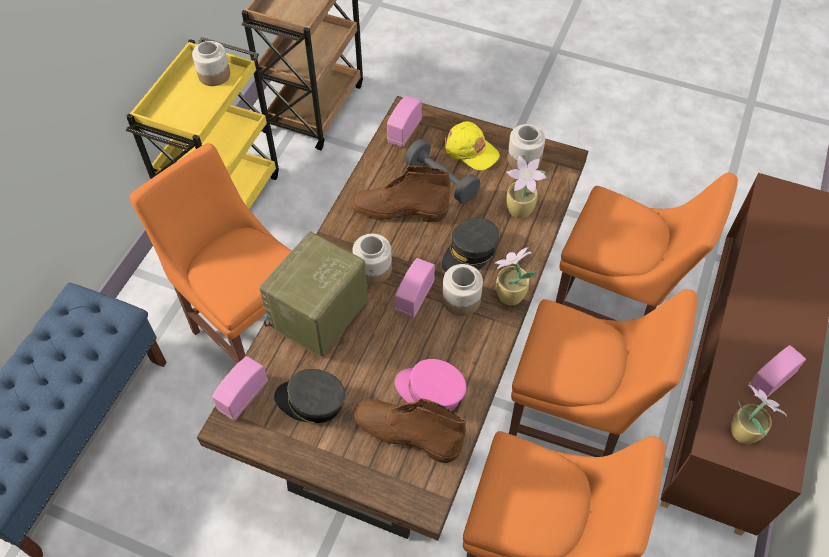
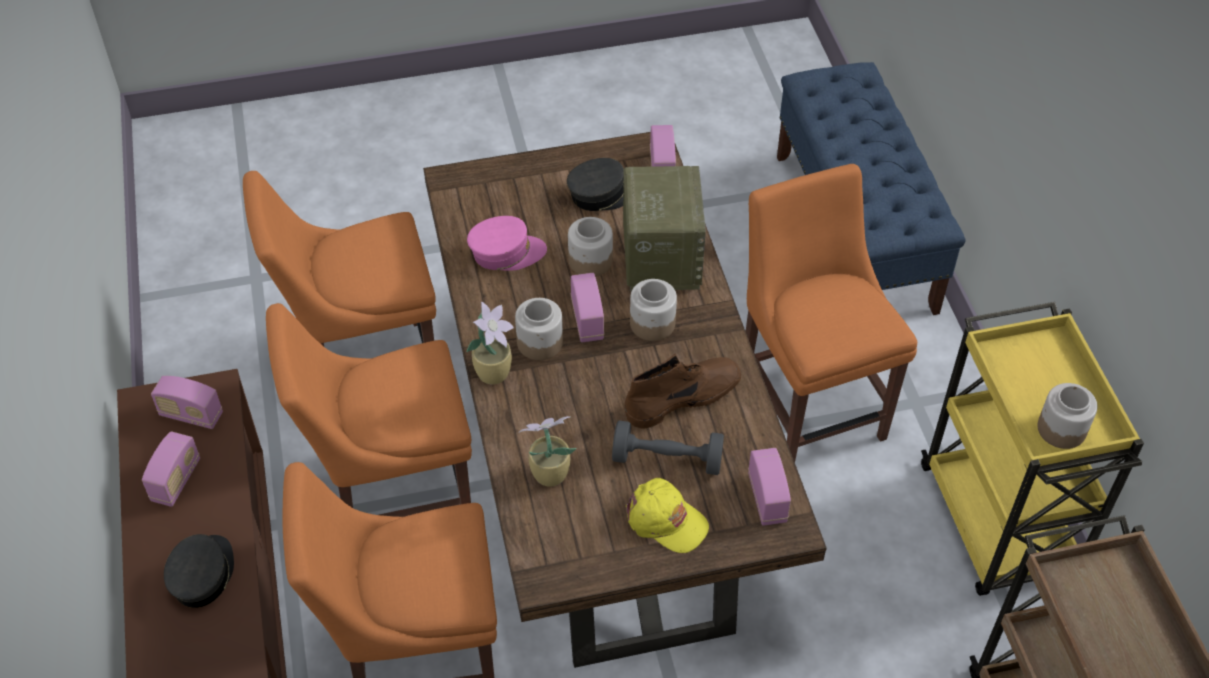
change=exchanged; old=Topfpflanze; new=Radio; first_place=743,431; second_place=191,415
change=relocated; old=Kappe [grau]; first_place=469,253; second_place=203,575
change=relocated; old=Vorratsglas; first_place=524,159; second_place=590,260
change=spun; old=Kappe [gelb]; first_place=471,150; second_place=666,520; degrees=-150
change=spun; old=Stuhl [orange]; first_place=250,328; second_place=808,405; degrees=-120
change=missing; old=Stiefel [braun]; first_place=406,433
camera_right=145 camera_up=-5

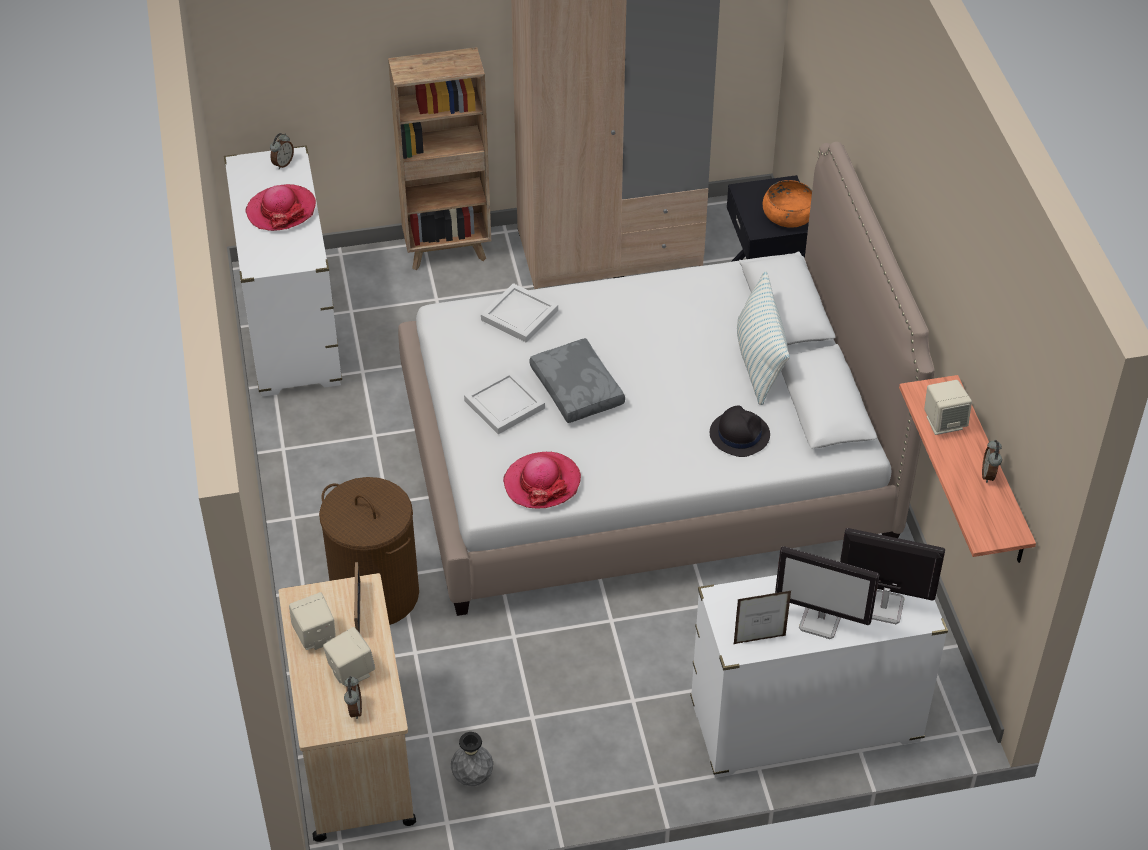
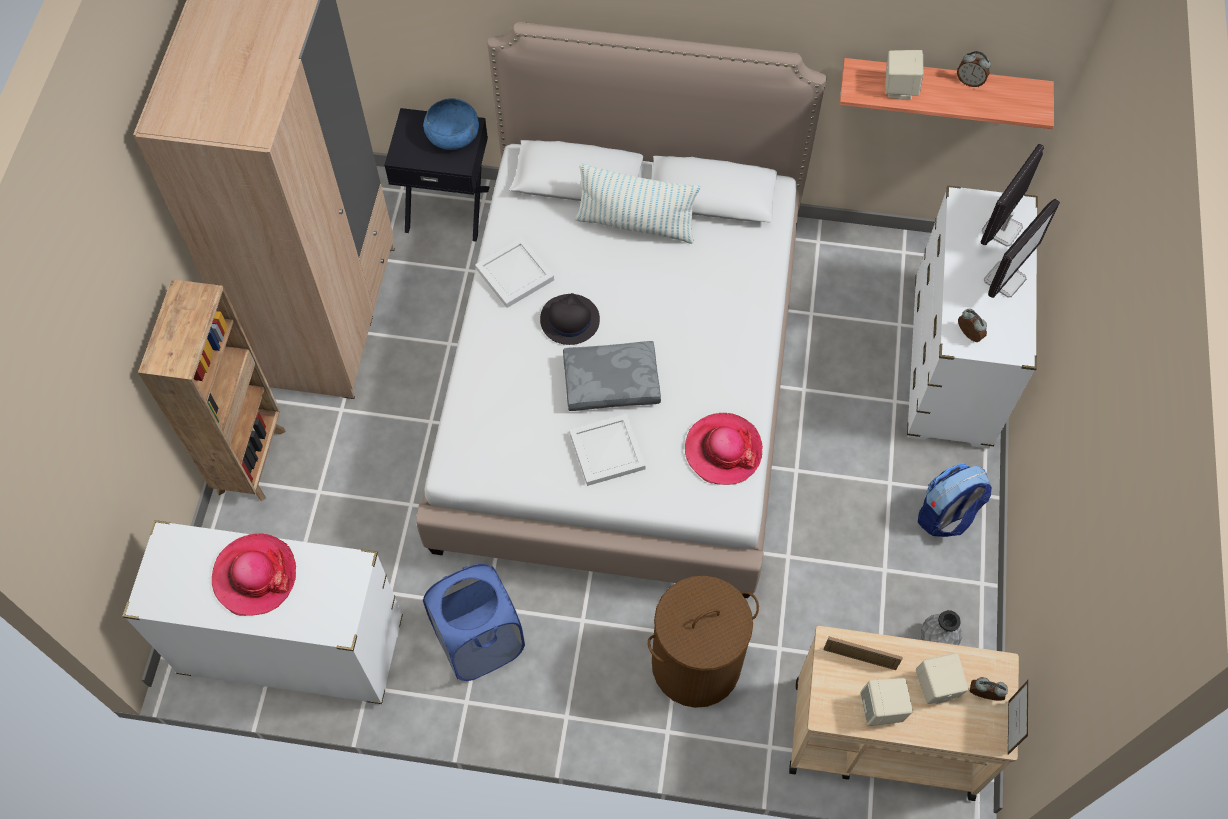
change=colour; old=Schüssel [orange]; new=Schüssel [blau]; first_place=788,215; second_place=452,134
change=appeared; new=Wäschekorb [blau]; second_place=479,642
change=relocated; old=Tablett [weiß]; first_place=519,314; second_place=513,274
change=relocated; old=Hut [schwarz]; first_place=739,434; second_place=569,320
change=appeared; new=Rucksack; second_place=946,515
change=relocated; old=Wecker; first_place=282,163; second_place=967,335
change=relocated; old=Bilderrahmen; first_place=759,640; second_place=1008,728
camera_right=-70 camera_up=15

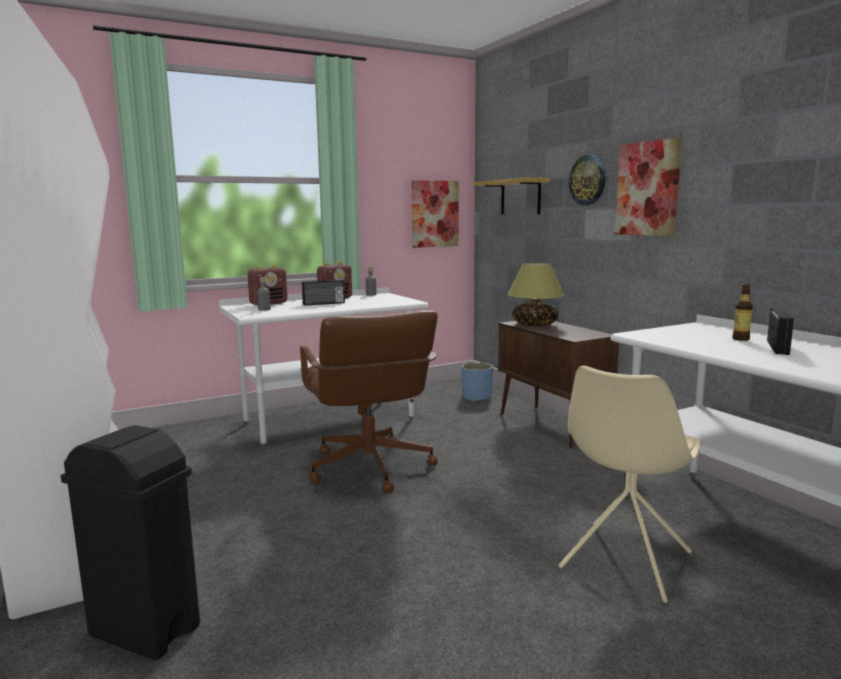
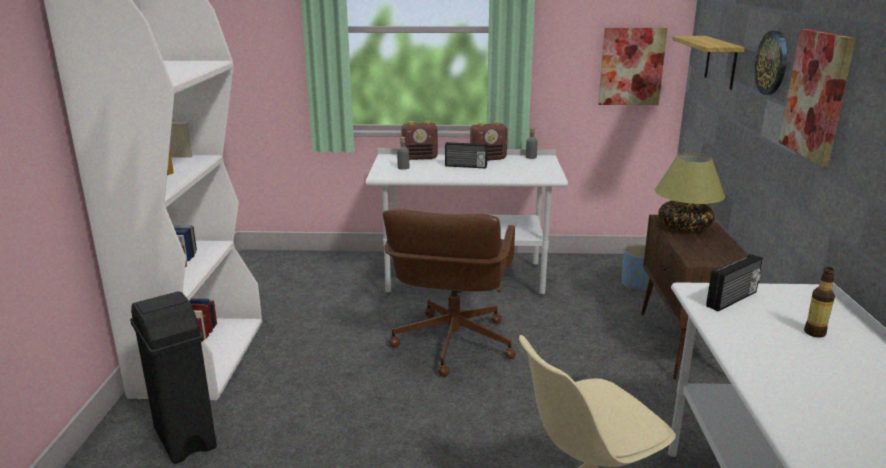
change=relocated; old=Radio; first_place=779,348; second_place=733,299
camera_right=30 camera_up=10

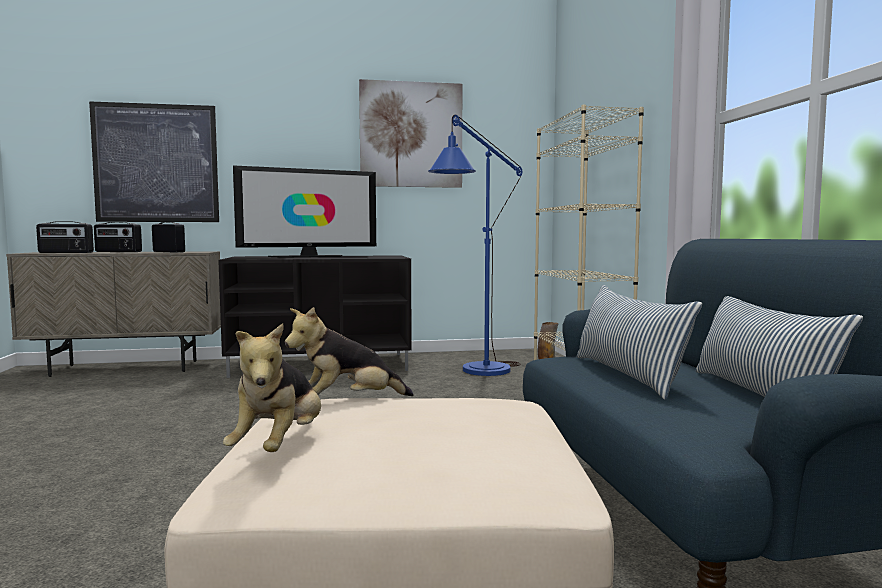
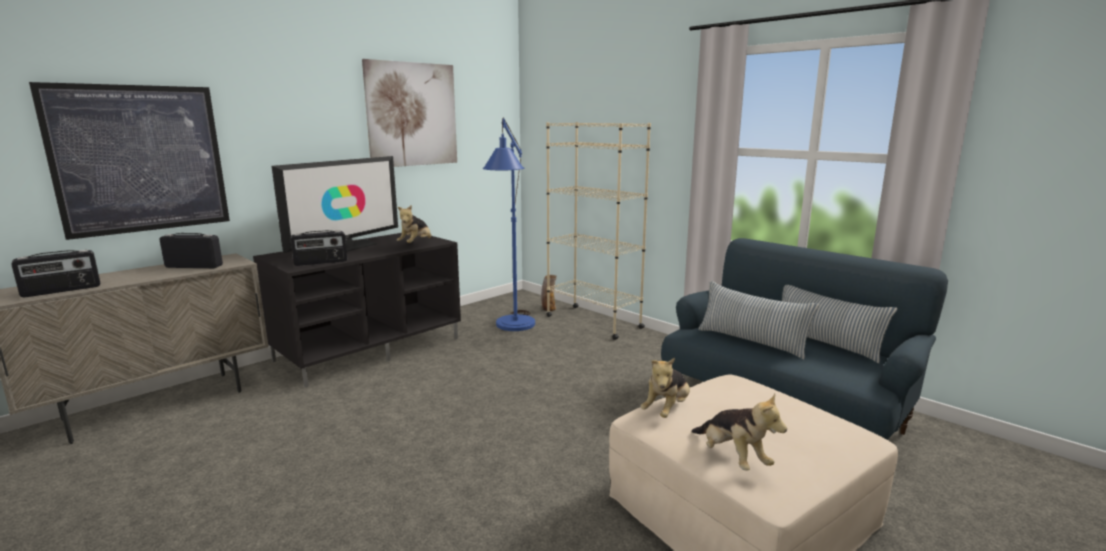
change=relocated; old=Radio; first_place=118,252; second_place=321,262
change=appeared; new=Plüschtier; second_place=416,244
camera_right=-35 camera_up=10

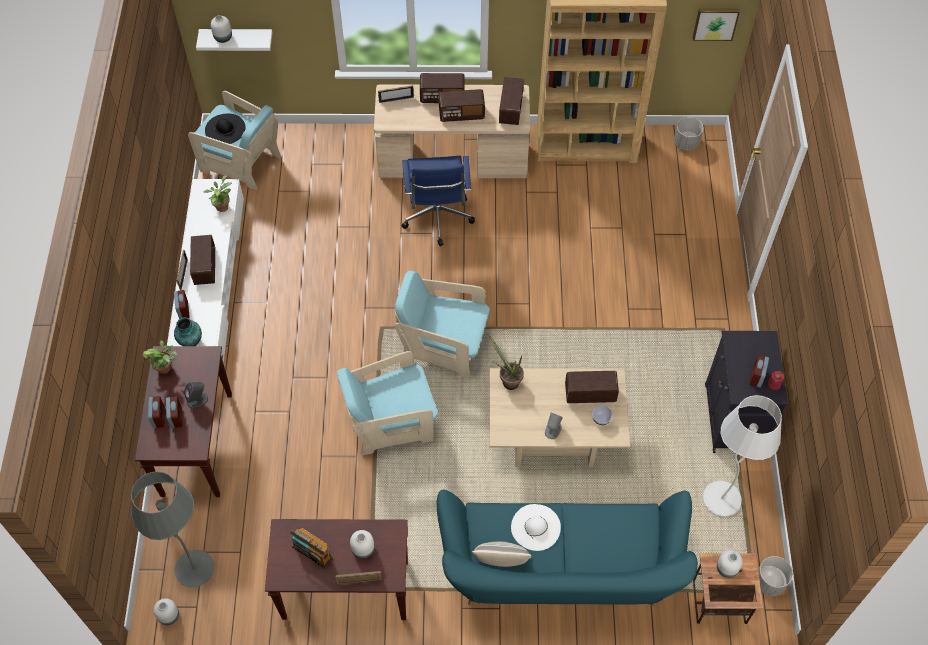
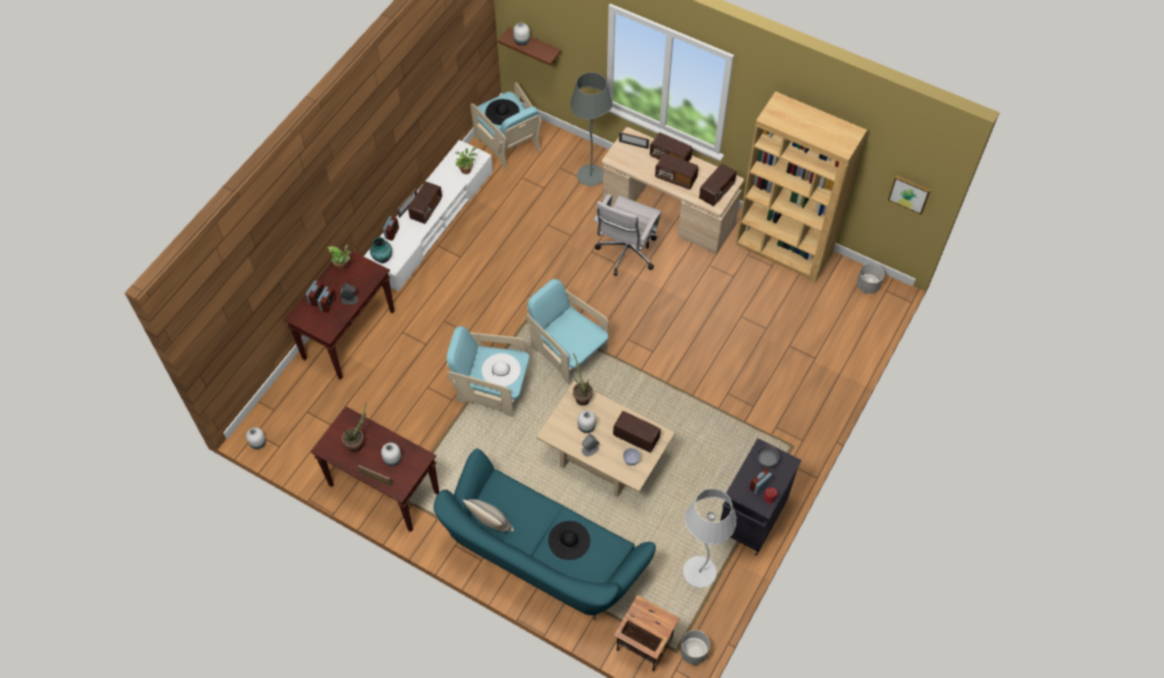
change=exchanged; old=Radio; new=Topfpflanze; first_place=312,552; second_place=357,443
change=relocated; old=Hut [weiß]; first_place=535,527; second_place=501,370
change=colour; old=Wandregal [weiß]; new=Wandregal [braun]; first_place=237,38; second_place=535,46
change=appeared; new=Hut [schwarz]; second_place=569,540
change=relocated; old=Stehlampe [grau]; first_place=195,569; second_place=590,176
change=relocated; old=Vase [weiß]; first_place=727,568; second_place=587,426
change=colour; old=Bürostuhl [blau]; new=Bürostuhl [weiß]; first_place=437,219; second_place=626,254
change=appeared; new=Schüssel [grau]; second_place=767,460
camera_right=30 camera_up=0

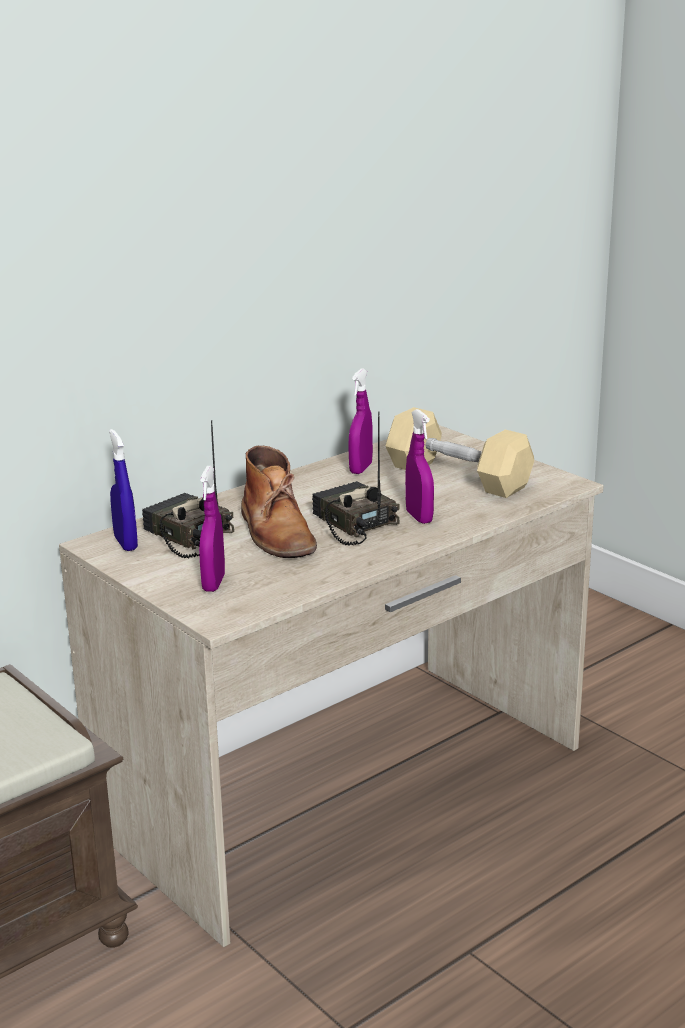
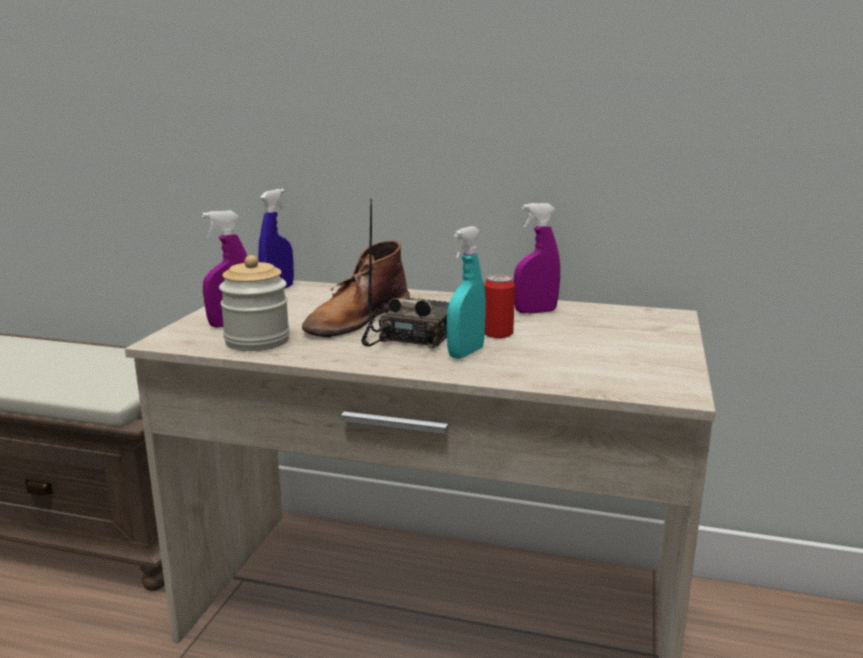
change=appeared; new=Vorratsglas; second_place=257,341
change=colour; old=Sprühflasche [lila]; new=Sprühflasche [türkis]; first_place=419,517; second_place=466,353
change=appeared; new=Dose; second_place=498,333
change=missing; old=Radio; first_place=186,536
change=missing; old=Hantel [beige]; first_place=458,477
camera_right=55 camera_up=-5

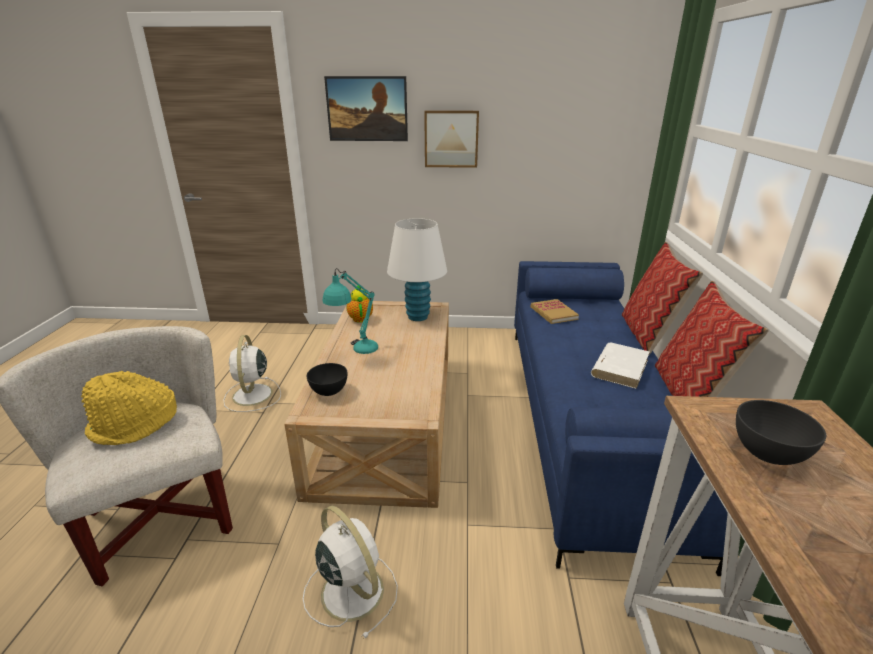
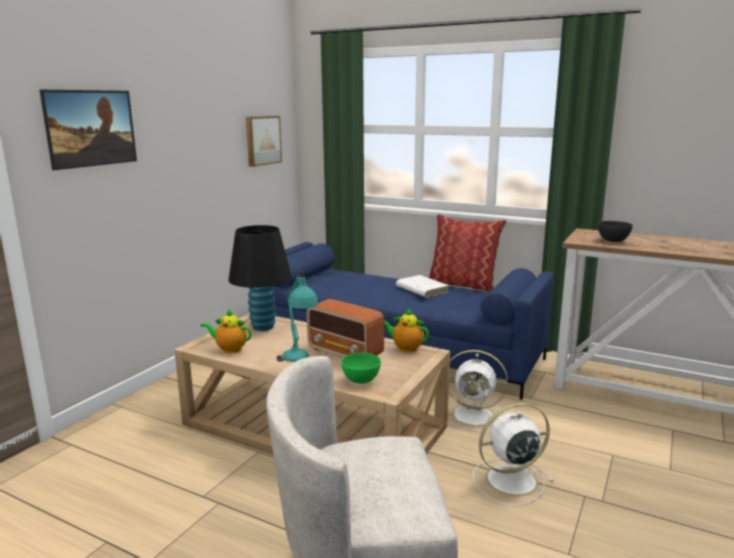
change=colour; old=Tischlampe [weiß]; new=Tischlampe [schwarz]; first_place=418,317; second_place=263,327
change=relocated; old=Bild; first_place=451,139; second_place=262,140
change=appeared; new=Radio; second_place=345,353
change=colour; old=Schüssel [schwarz]; new=Schüssel [grün]; first_place=328,391; second_place=360,380
change=appeared; new=Teekanne; second_place=405,348
change=relocated; old=Ventilator [weiß]; first_place=252,396; second_place=475,416
change=missing; old=Hut [gelb]; first_place=135,425
change=missing; old=Buch; first_place=553,313
change=missing; old=Kissen; first_place=648,335
camera_right=-65 camera_up=-10

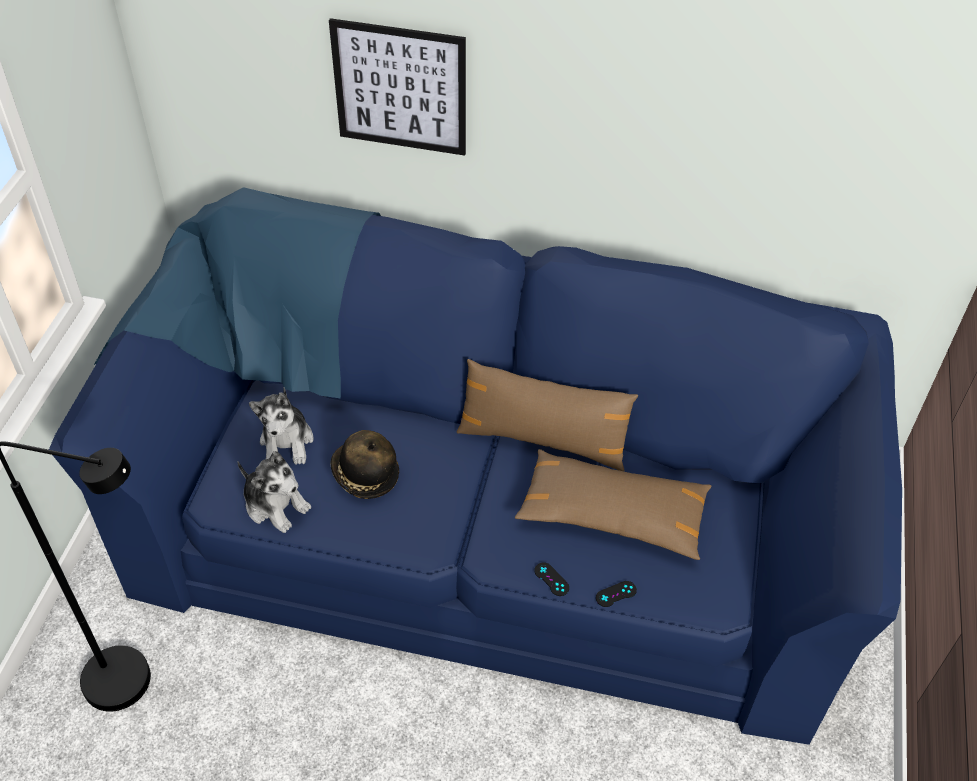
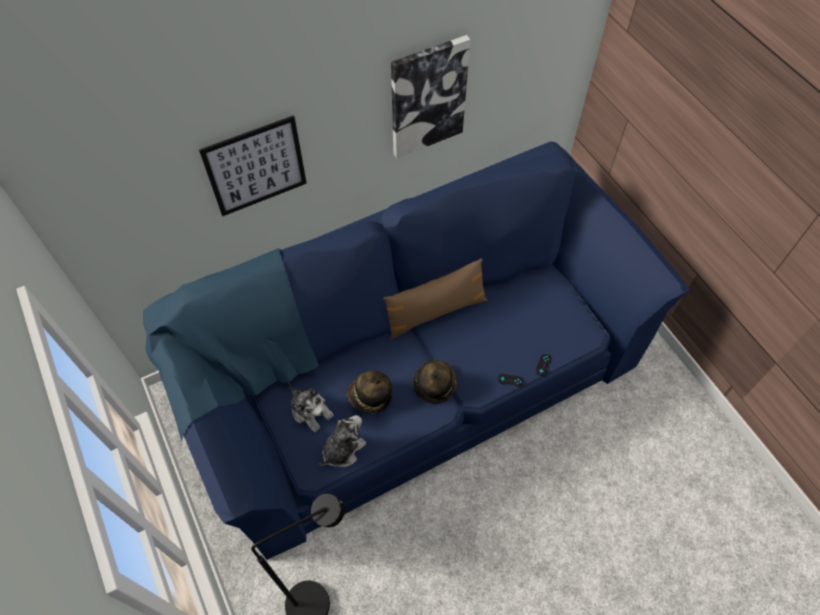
change=spun; old=Plüschtier; first_place=275,505; second_place=343,449; degrees=-45
change=appeared; new=Bild; second_place=427,97
change=appeared; new=Hut; second_place=434,384
change=missing; old=Kissen [braun]; first_place=612,514
camera_right=-40 camera_up=10

